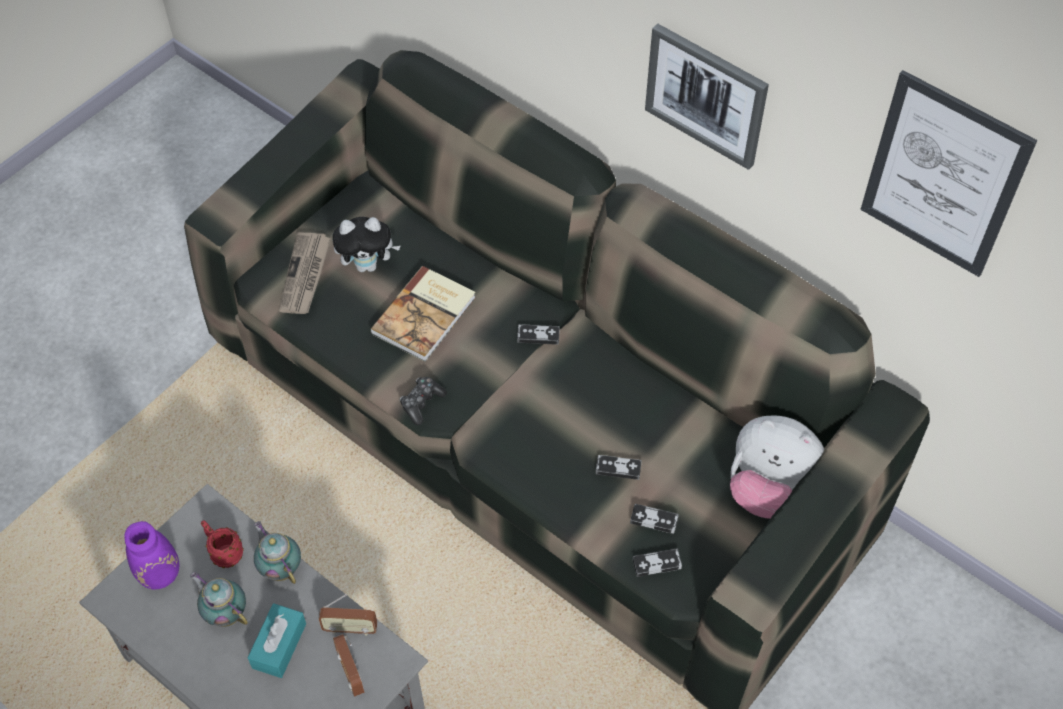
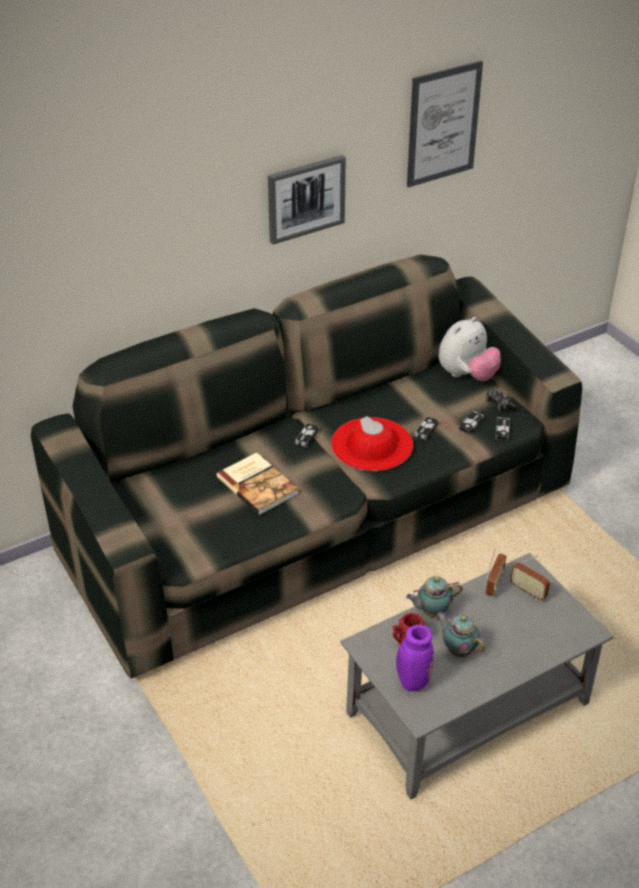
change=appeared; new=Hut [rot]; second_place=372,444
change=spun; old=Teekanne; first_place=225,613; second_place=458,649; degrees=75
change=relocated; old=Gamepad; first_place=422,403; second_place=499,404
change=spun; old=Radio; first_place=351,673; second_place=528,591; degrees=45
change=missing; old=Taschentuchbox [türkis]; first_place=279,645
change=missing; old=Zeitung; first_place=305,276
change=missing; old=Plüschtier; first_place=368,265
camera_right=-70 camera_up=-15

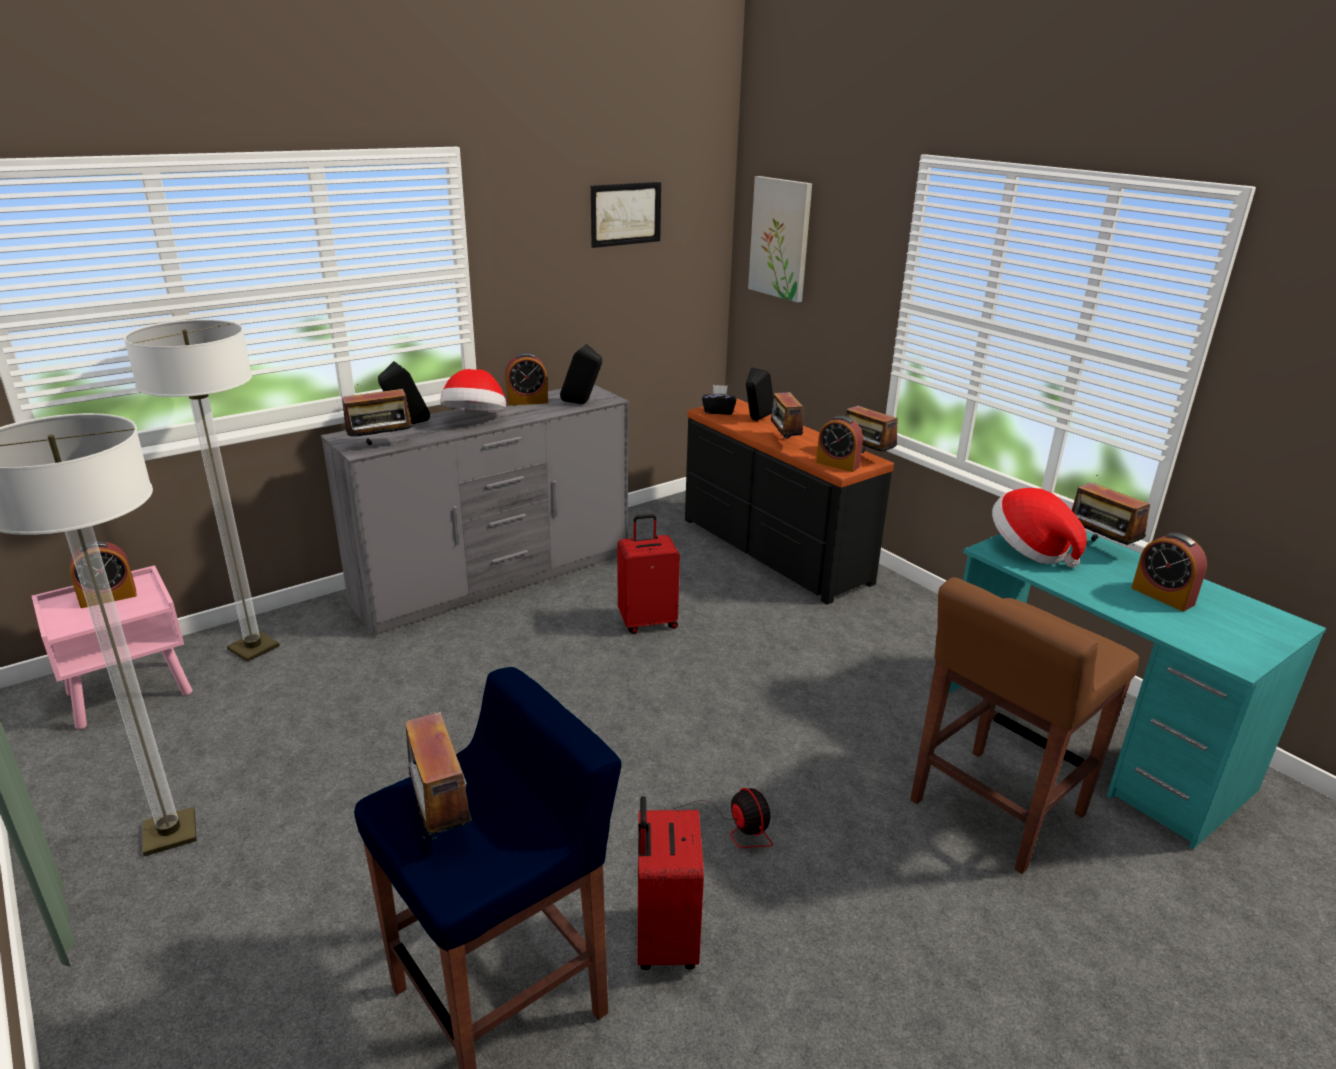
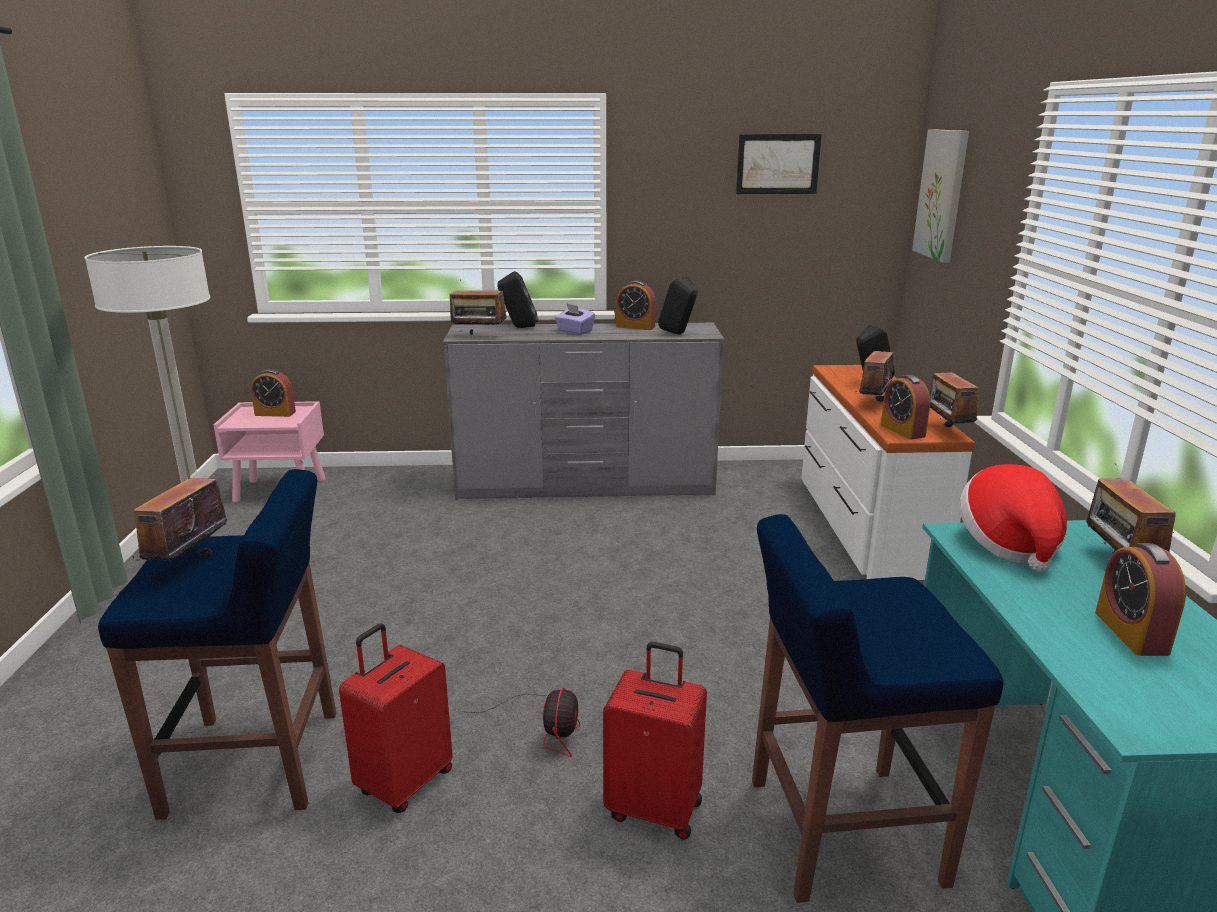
change=exchanged; old=Hut; new=Taschentuchbox [lila]; first_place=475,419; second_place=574,331
change=relocated; old=Koffer [rot]; first_place=647,622; second_place=655,808
change=colour; old=Hocker [braun]; new=Hocker [blau]; first_place=994,809; second_place=840,831
change=colour; old=Kommode [schwarz]; new=Kommode [weiß]; first_place=772,551; second_place=864,527
change=missing; old=Stehlampe; first_place=253,648
change=missing; old=Taschentuchbox [schwarz]; first_place=718,411
camera_right=35 camera_up=-5

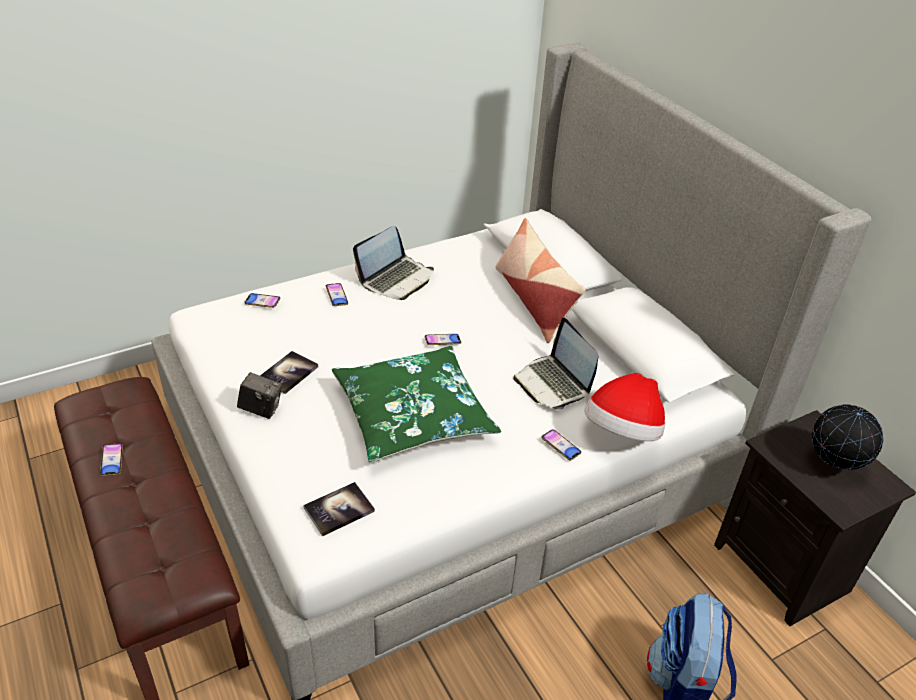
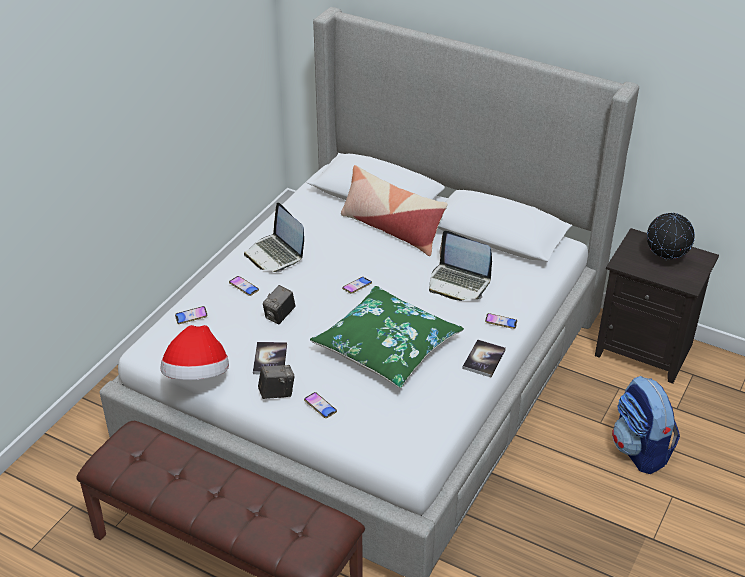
change=relocated; old=Hut; first_place=622,432; second_place=197,376
change=spun; old=Laptop; first_place=396,279; second_place=275,254; degrees=135
change=appeared; new=Kamera; second_place=280,316
change=relocated; old=Handy; first_place=112,461; second_place=320,407
change=relocated; old=Buch; first_place=339,510; second_place=484,359
camera_right=-30 camera_up=0

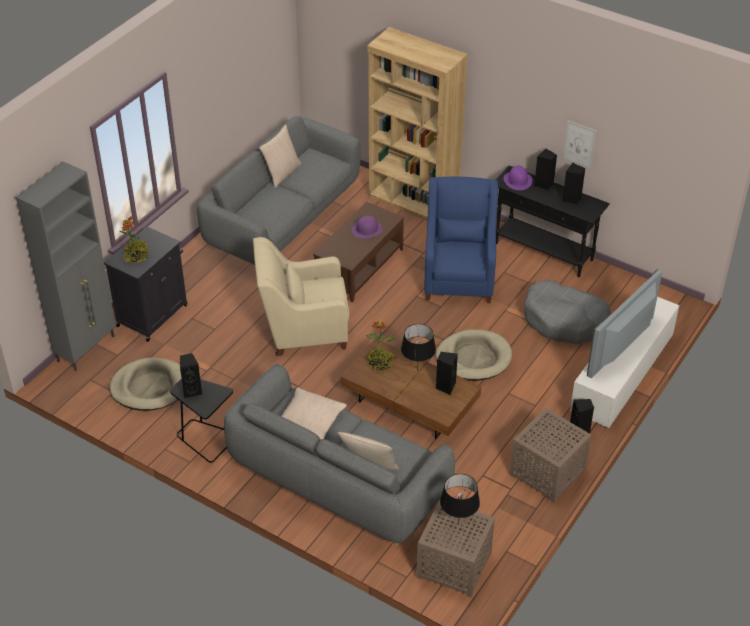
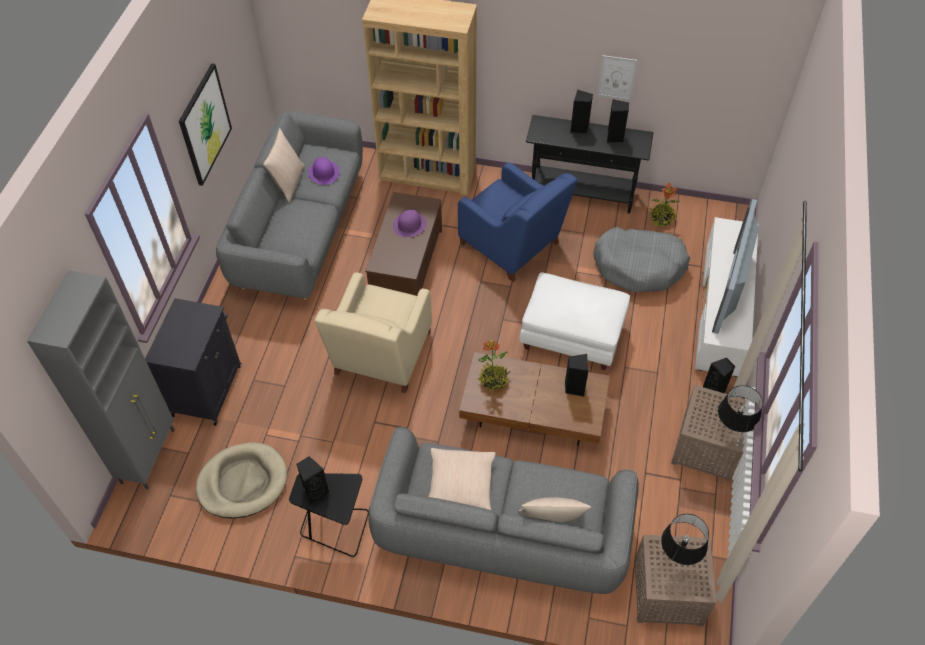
change=appeared; new=Bild; second_place=204,124
change=relocated; old=Hut [lila]; first_place=517,180; second_place=323,172
change=spun; old=Sessel [beige]; first_place=303,329; second_place=381,356; degrees=-45
change=spun; old=Sessel [blau]; first_place=459,276; second_place=512,246; degrees=150
change=exchanged; old=Hundebett [beige]; new=Polsterhocker [weiß]; first_place=473,358; second_place=571,337
change=relocated; old=Topfpflanze; first_place=136,256; second_place=661,219
change=relocated; old=Tischlampe [schwarz]; first_place=417,371; second_place=730,433
camera_right=-20 camera_up=10

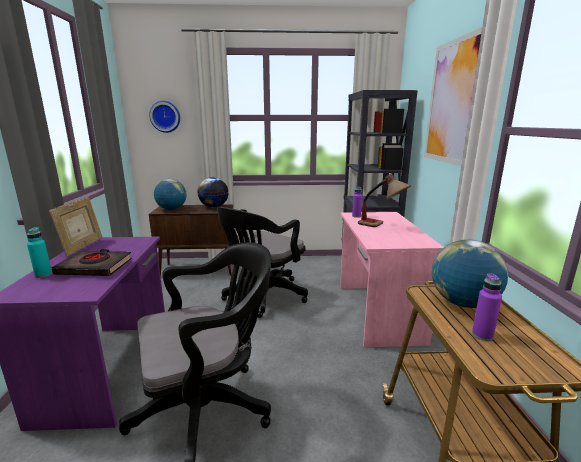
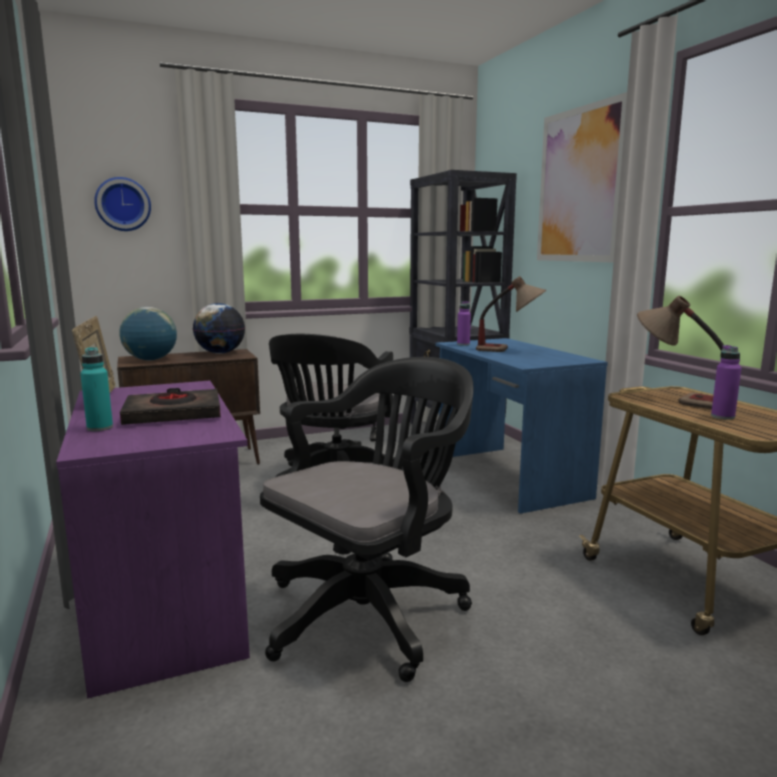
change=colour; old=Schreibtisch [rosa]; new=Schreibtisch [blau]; first_place=377,312; second_place=508,477
change=exchanged; old=Globus; new=Tischlampe; first_place=462,303; second_place=677,400
camera_right=-20 camera_up=-5

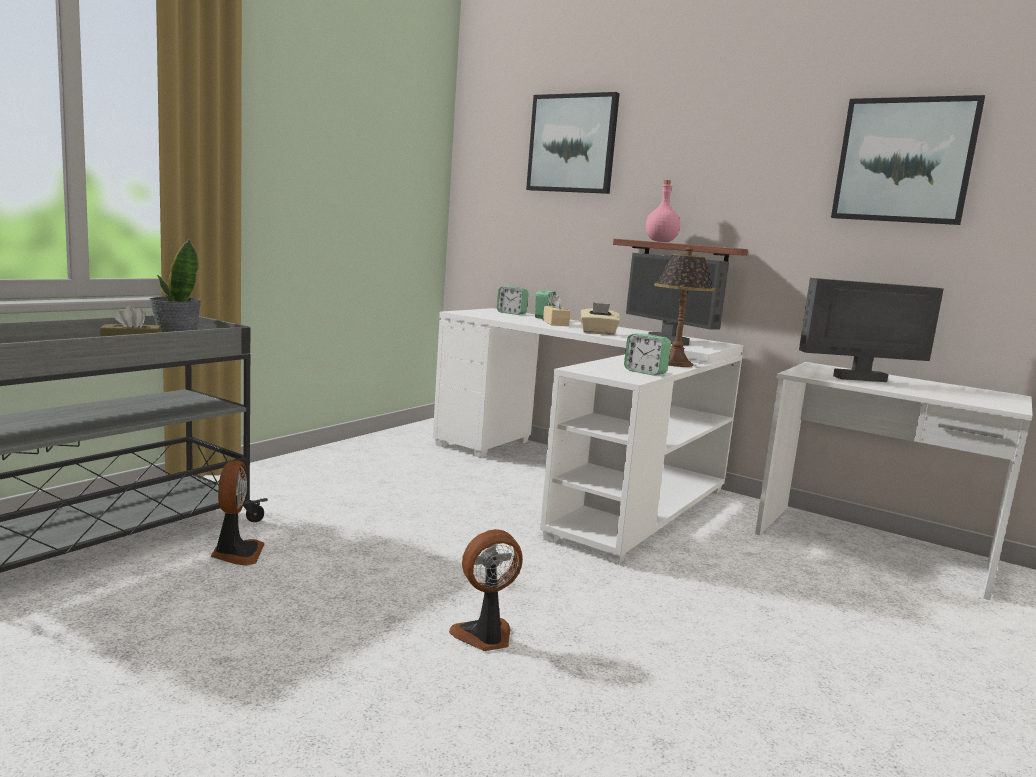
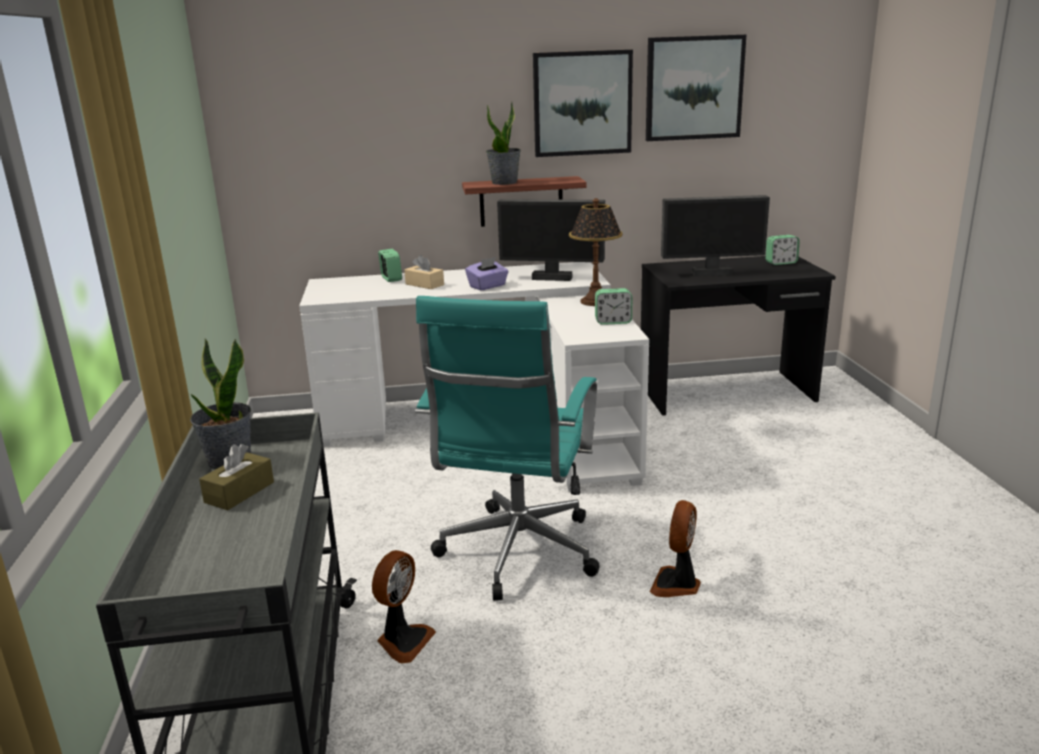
change=spun; old=Ventilator; first_place=236,553; second_place=403,641; degrees=75
change=appeared; new=Bürostuhl [türkis]; second_place=516,555
change=colour; old=Taschentuchbox [beige]; new=Taschentuchbox [lila]; first_place=598,333; second_place=488,286
change=exchanged; old=Flasche [rosa]; new=Topfpflanze; first_place=660,241; second_place=504,182
change=relocated; old=Bild; first_place=572,144; second_place=582,103
change=colour; old=Schreibtisch [weiß]; new=Schreibtisch [schwarz]; first_place=873,548; second_place=727,393
change=spun; old=Monitor; first_place=860,379; second_place=711,273; degrees=-135
change=relocated; old=Wecker; first_place=511,313; second_place=781,263
camera_right=-40 camera_up=10

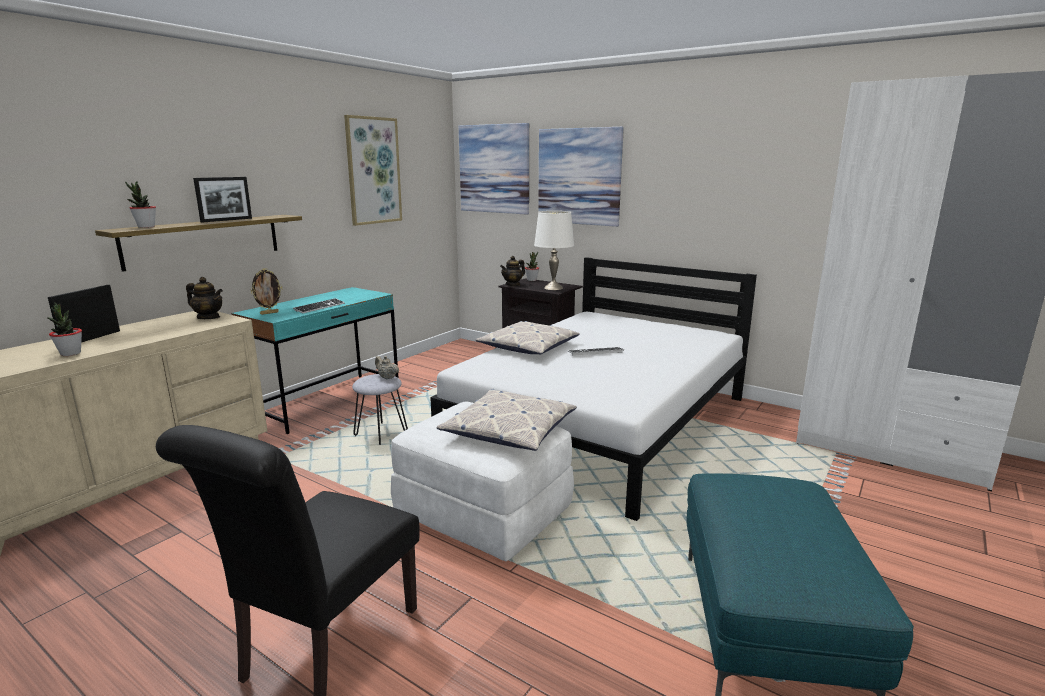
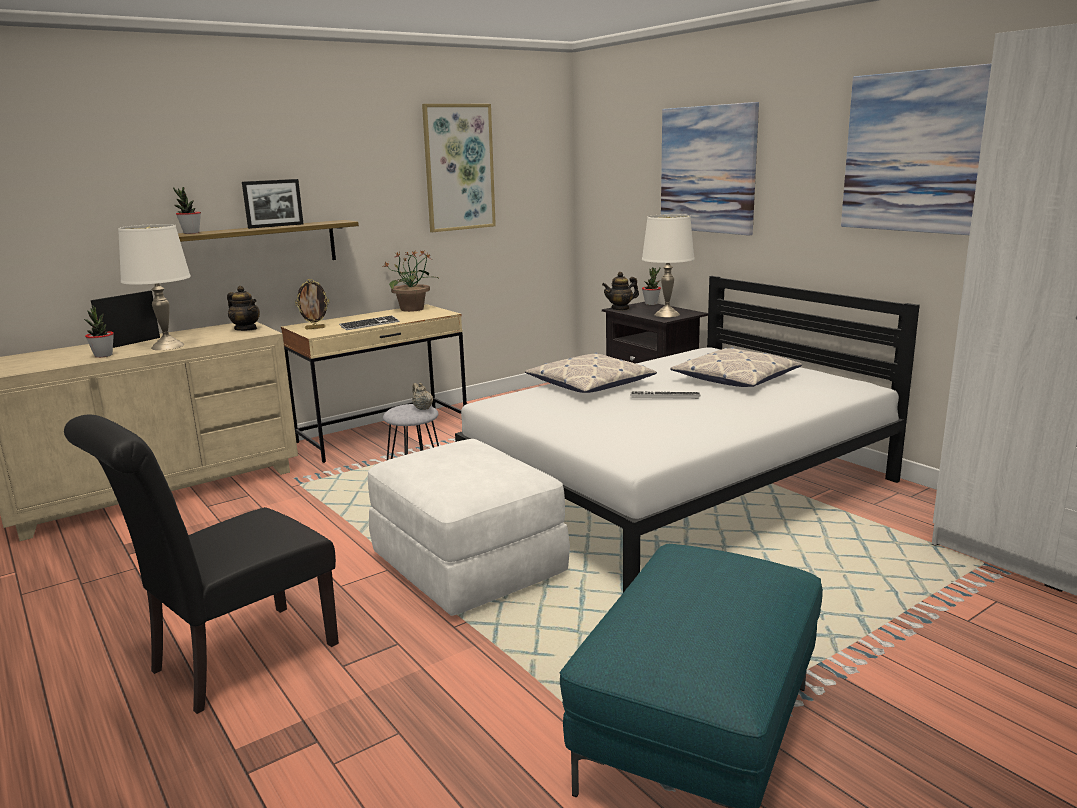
change=appeared; new=Tischlampe [weiß]; second_place=167,346
change=colour; old=Schreibtisch [türkis]; new=Schreibtisch [beige]; first_place=328,402; second_place=384,434
change=appeared; new=Topfpflanze; second_place=413,309
change=relocated; old=Kissen; first_place=509,430; second_place=735,379
change=relocated; old=Bild; first_place=494,169; second_place=918,152
camera_right=20 camera_up=0

